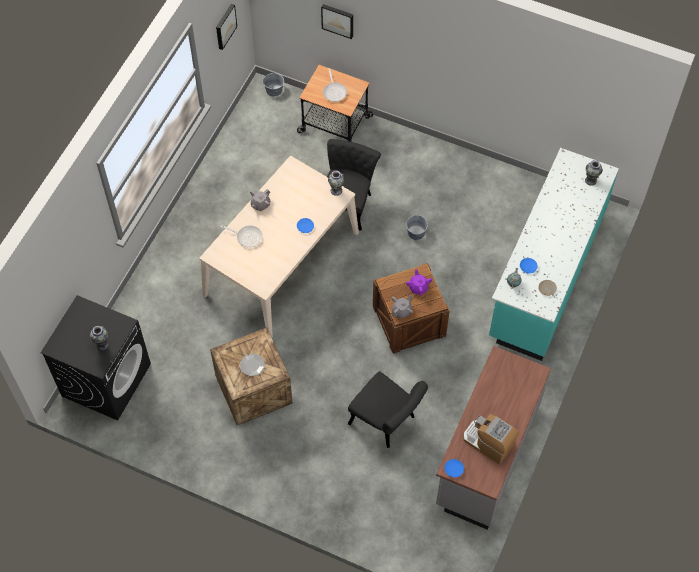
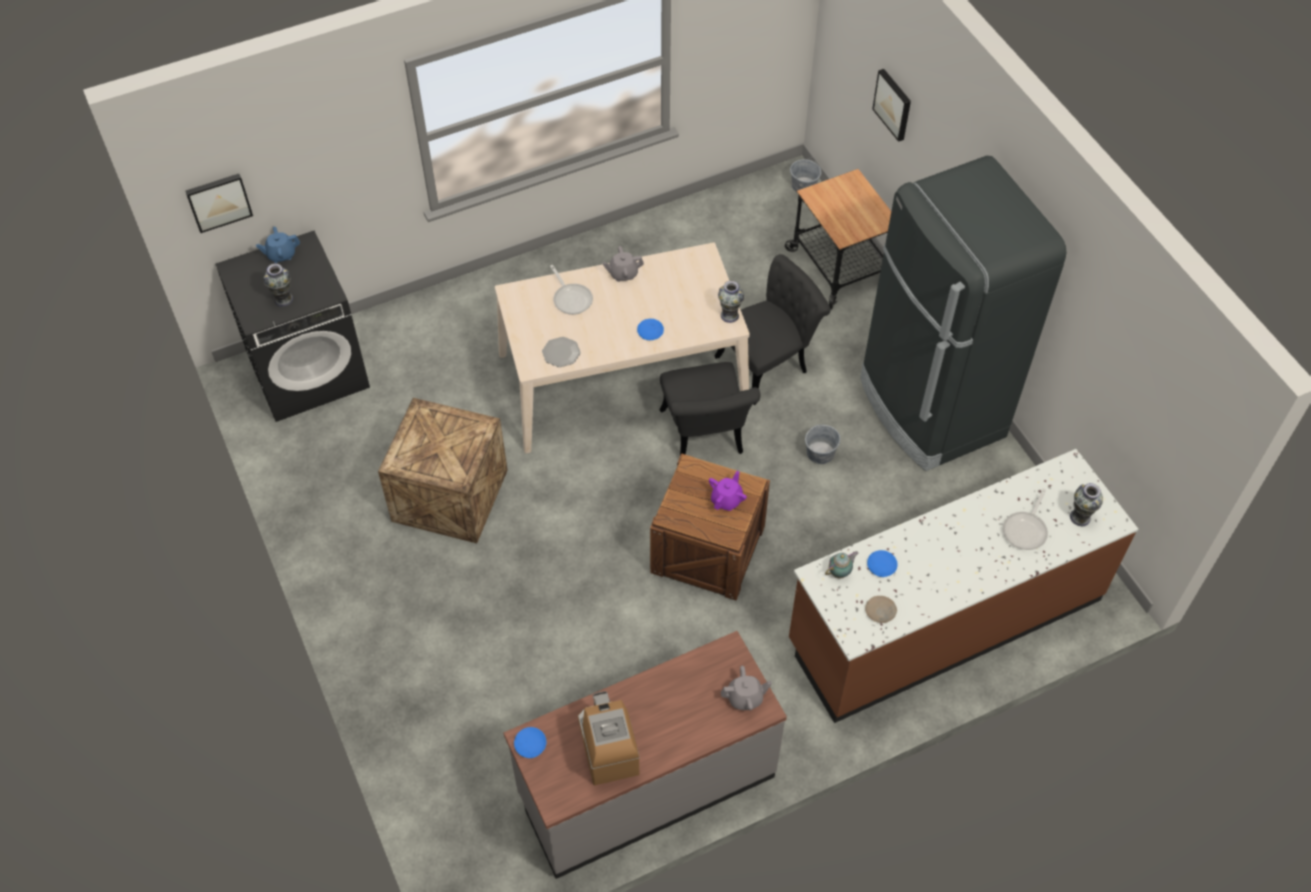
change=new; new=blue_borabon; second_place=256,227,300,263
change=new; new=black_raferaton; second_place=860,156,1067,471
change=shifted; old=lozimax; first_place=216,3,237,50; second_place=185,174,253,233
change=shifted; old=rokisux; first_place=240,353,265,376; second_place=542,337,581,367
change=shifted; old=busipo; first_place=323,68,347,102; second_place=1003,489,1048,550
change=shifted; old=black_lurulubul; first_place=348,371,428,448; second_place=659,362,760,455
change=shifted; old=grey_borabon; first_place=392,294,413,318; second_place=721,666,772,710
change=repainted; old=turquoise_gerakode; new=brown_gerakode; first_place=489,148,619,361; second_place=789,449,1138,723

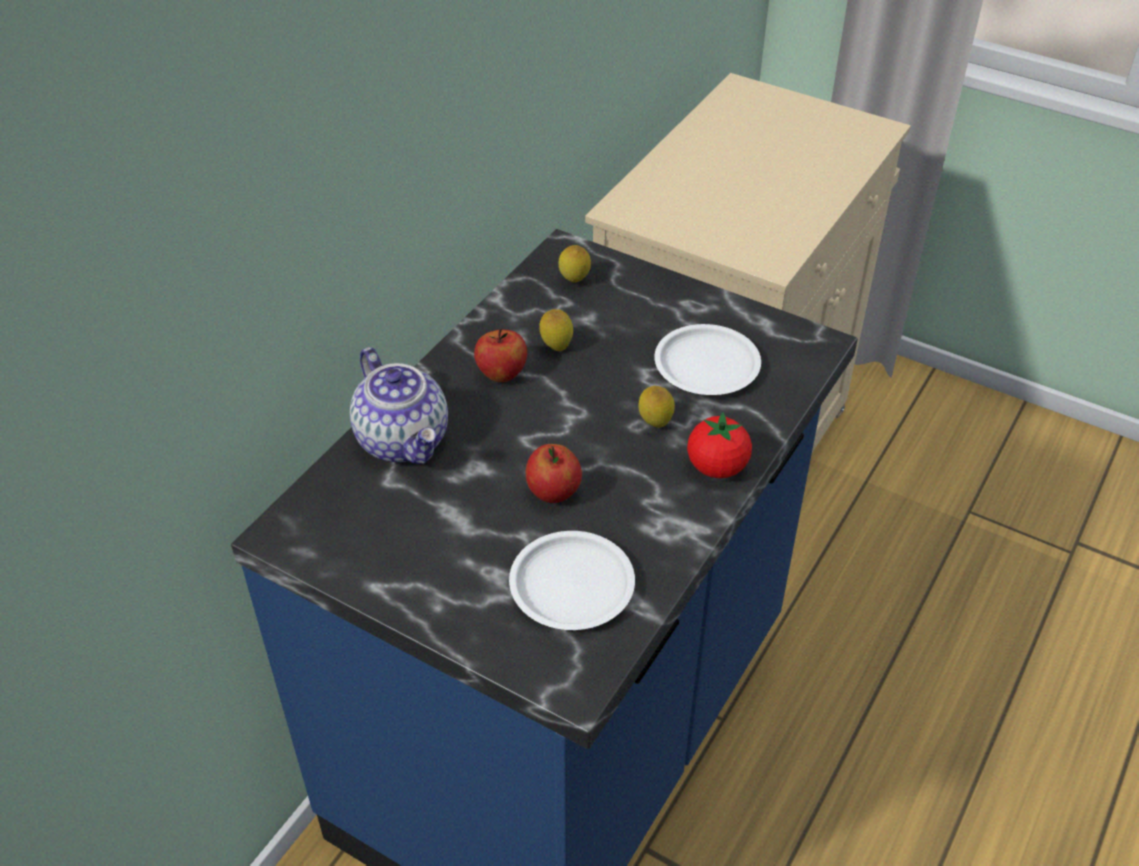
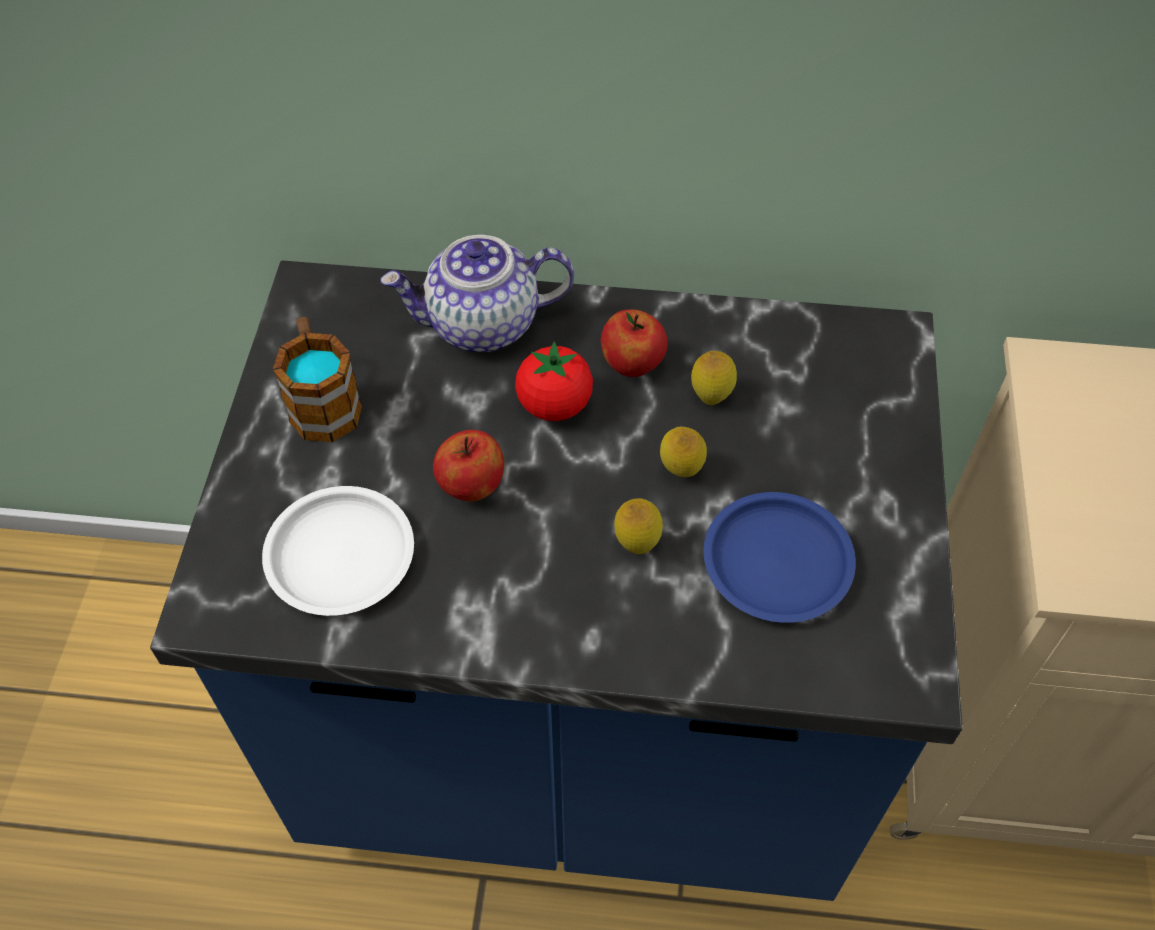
change=new; new=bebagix; second_place=273,317,362,442
change=shifted; old=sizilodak; first_place=559,245,591,283; second_place=660,427,707,477
change=shifted; old=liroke; first_place=687,412,752,478; second_place=515,341,593,421
change=repainted; old=white_rokisux; new=blue_rokisux; first_place=654,324,761,395; second_place=703,492,856,623
change=rotated; old=borabon; first_place=350,347,448,465; second_place=381,235,574,352; degrees=45

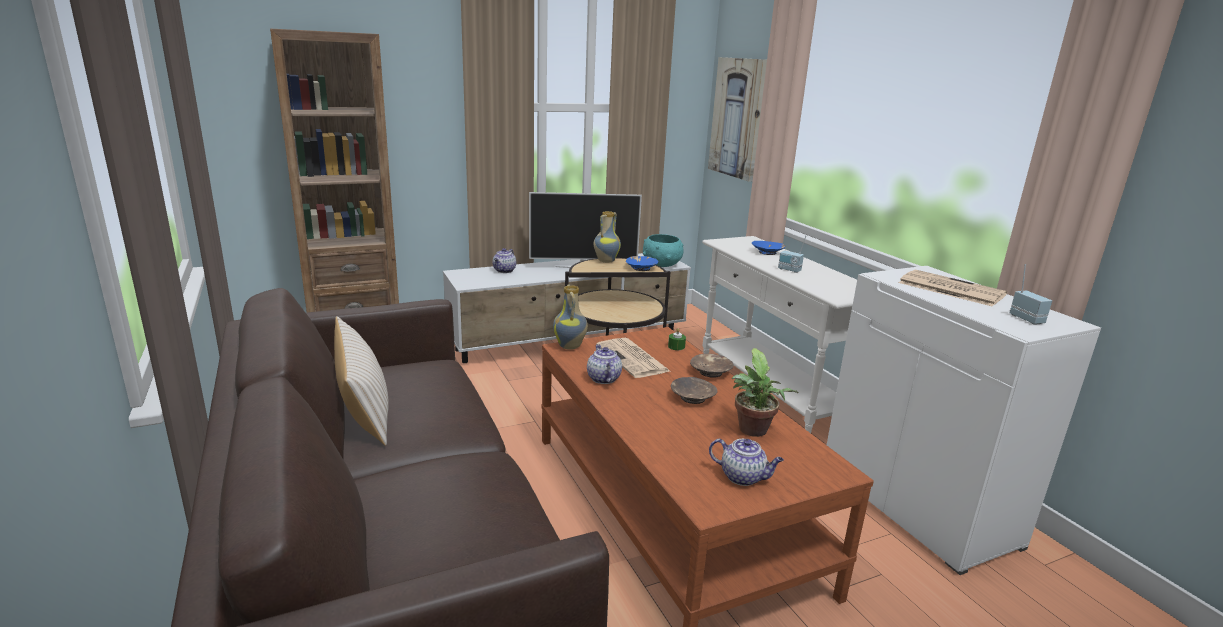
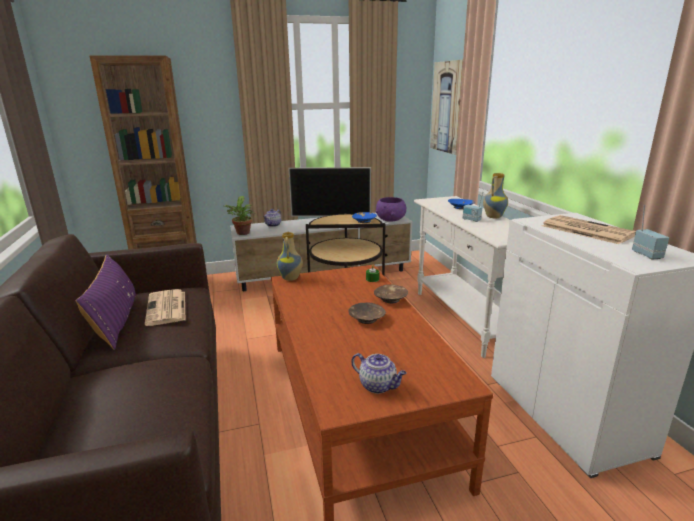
change=gone; old=borabon; first_place=587,345,622,384
change=shifted; old=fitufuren; first_place=594,211,621,263; second_place=483,173,508,219
change=shifted; old=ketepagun; first_place=596,338,670,378; second_place=145,289,185,326
change=shifted; old=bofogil; first_place=732,348,798,437; second_place=223,196,256,235
change=repainted; old=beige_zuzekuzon; new=purple_zuzekuzon; first_place=334,316,389,446; second_place=76,254,136,350
change=repainted; old=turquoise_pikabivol; new=purple_pikabivol; first_place=643,234,683,267; second_place=375,197,407,222

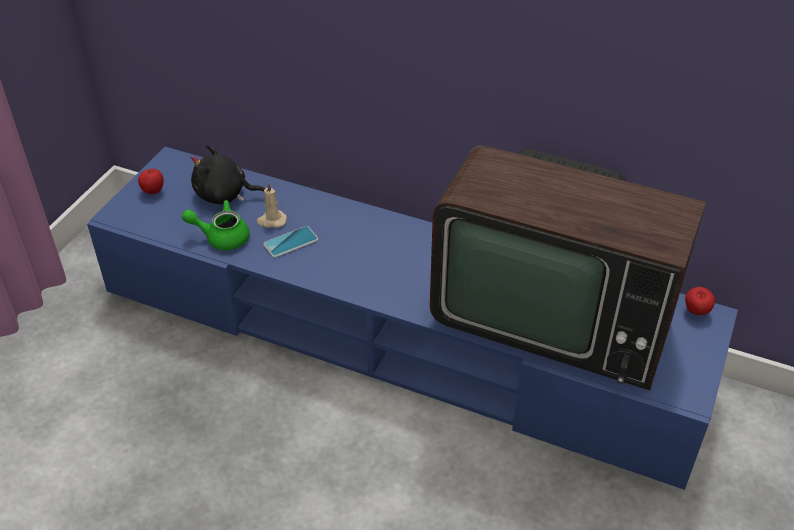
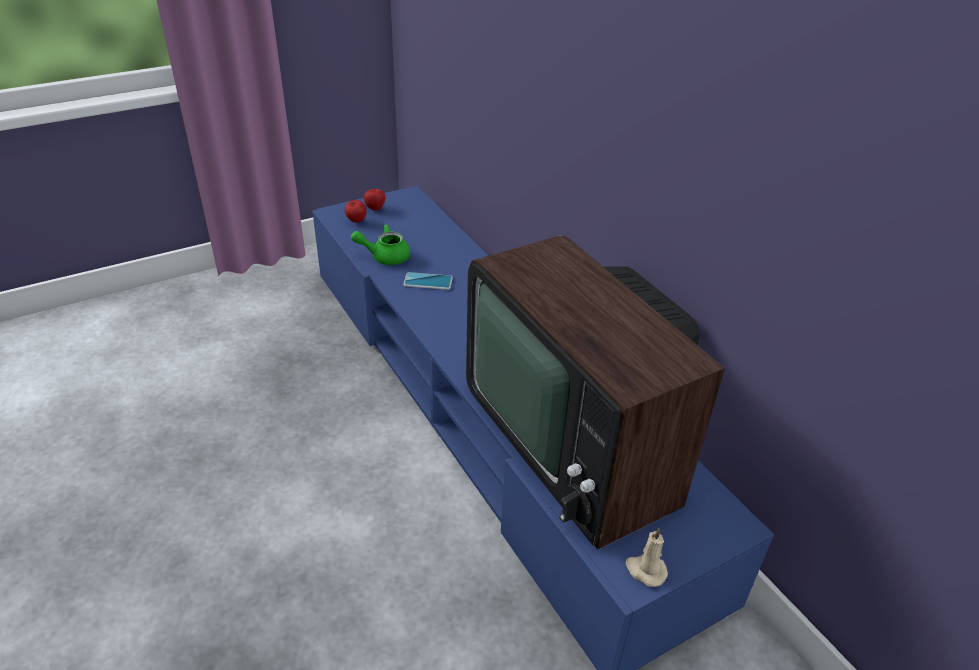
change=gone; old=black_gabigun; first_place=191,144,265,204
change=shifted; old=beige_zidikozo; first_place=256,182,287,228; second_place=626,528,668,587
change=shifted; old=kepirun; first_place=685,287,715,315; second_place=345,200,367,223
change=rotated; old=green_borabon; first_place=182,200,250,250; second_place=351,224,410,265; degrees=-45

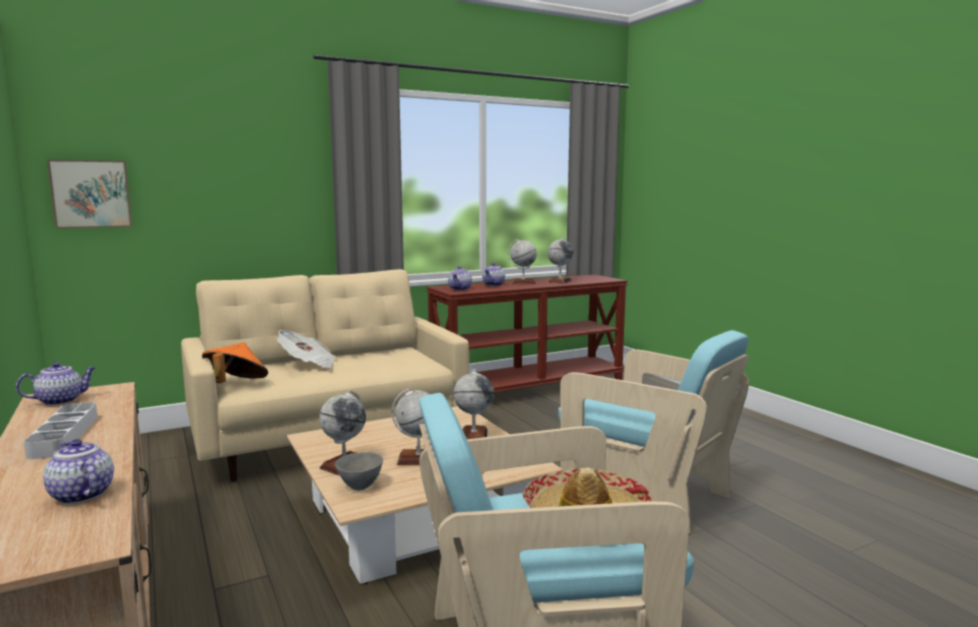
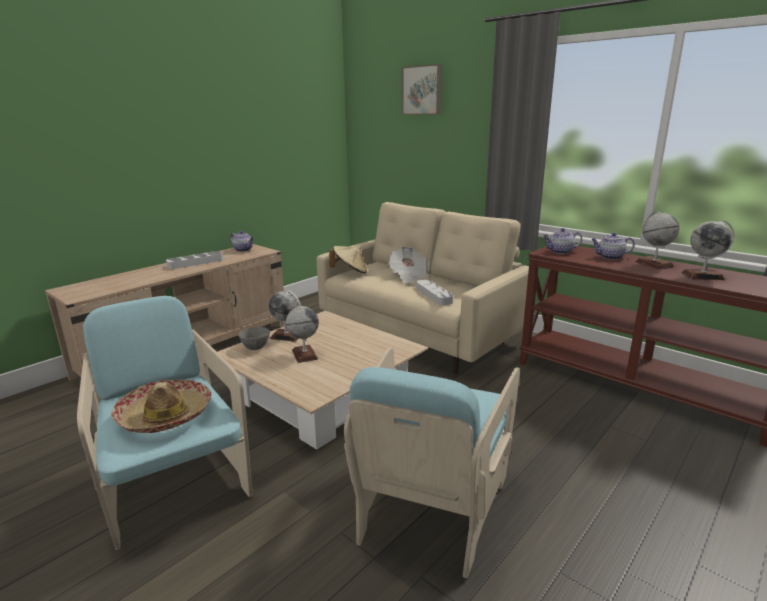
change=gone; old=borabon; first_place=43,439,114,504
change=gone; old=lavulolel; first_place=454,369,494,439
change=new; new=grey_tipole; second_place=416,280,453,305
change=shifted; old=lozimax; first_place=47,159,132,228; second_place=402,64,442,115
change=repainted; old=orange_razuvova; new=beige_razuvova; first_place=202,342,268,383; second_place=329,246,367,274

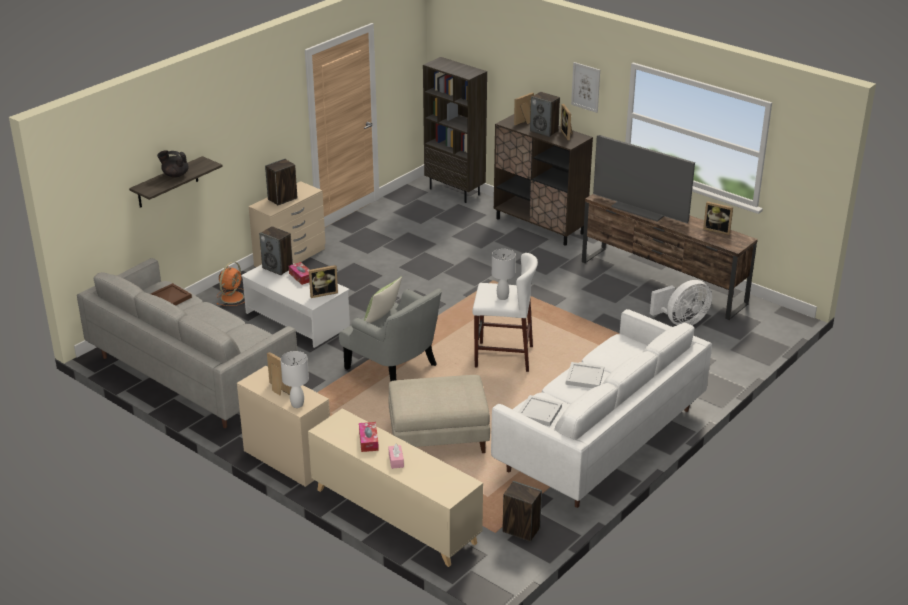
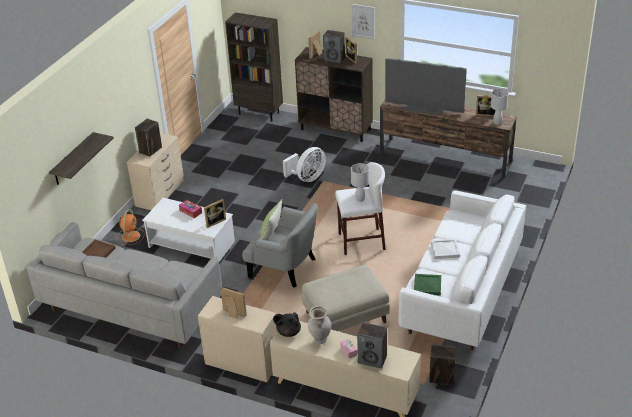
change=shifted; old=black_borabon; first_place=157,150,189,178; second_place=273,312,301,337
change=shifted; old=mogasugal; first_place=259,226,293,275; second_place=357,322,387,368
change=shifted; old=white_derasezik; first_place=280,351,309,408; second_place=491,89,509,125
change=shifted; old=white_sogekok; first_place=650,280,712,325; second_place=283,147,326,182
change=swapped; old=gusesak; new=beige_fitufuren; first_place=359,422,379,452; second_place=308,306,331,344
change=repainted; old=white_tipole; new=green_tipole; first_place=518,395,562,426; second_place=414,274,441,296

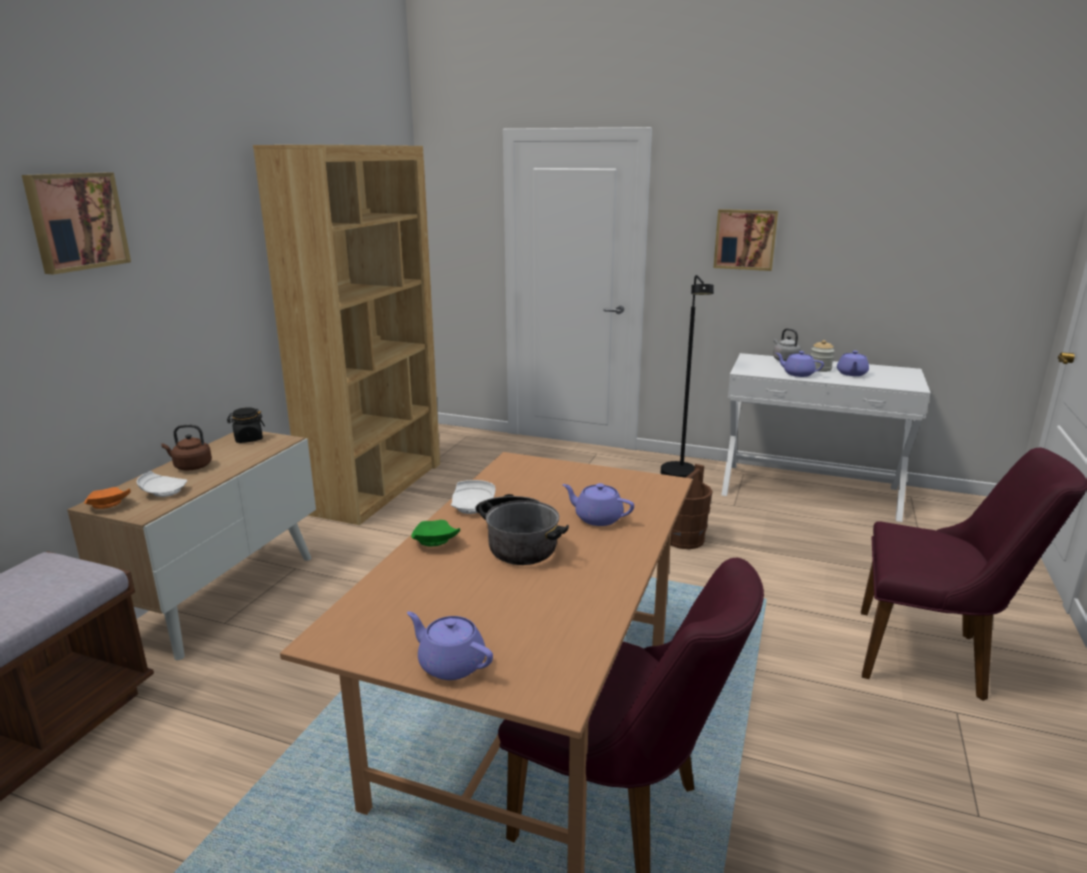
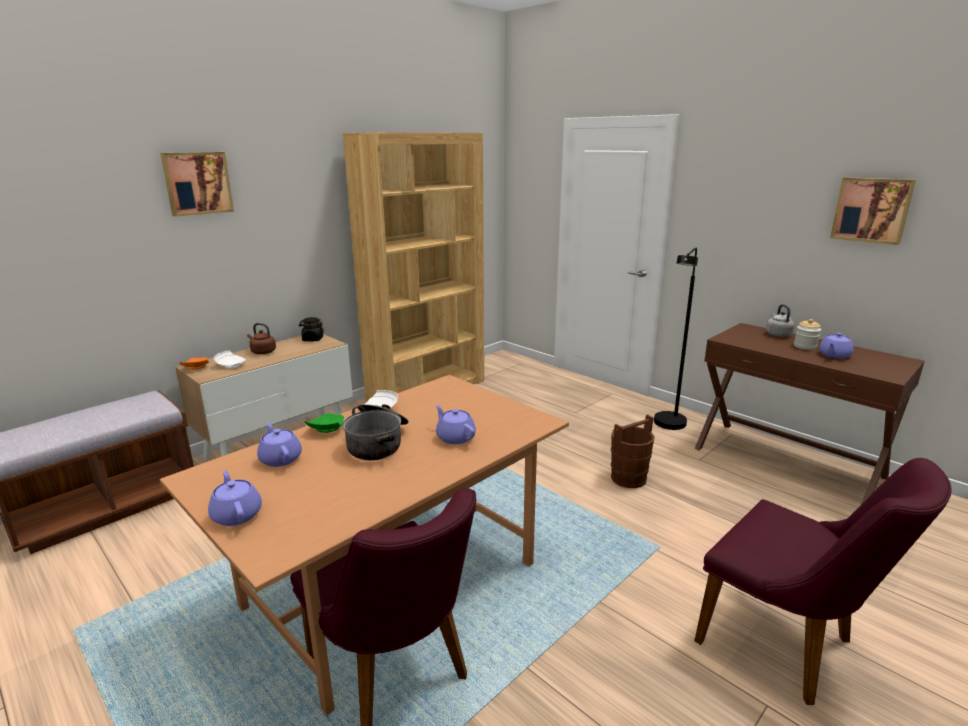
change=shifted; old=lozimax; first_place=714,209,778,271; second_place=830,177,916,245
change=shifted; old=purple_borabon; first_place=776,351,824,377; second_place=257,423,302,467
change=repainted; old=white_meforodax; new=brown_meforodax; first_place=721,353,931,522; second_place=695,323,925,505

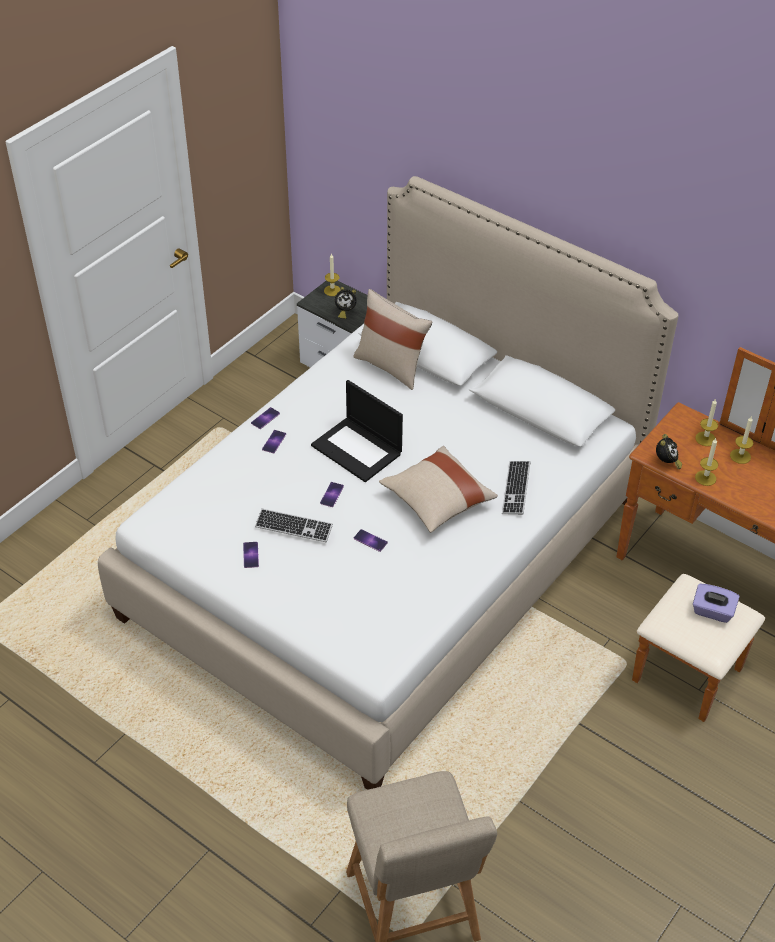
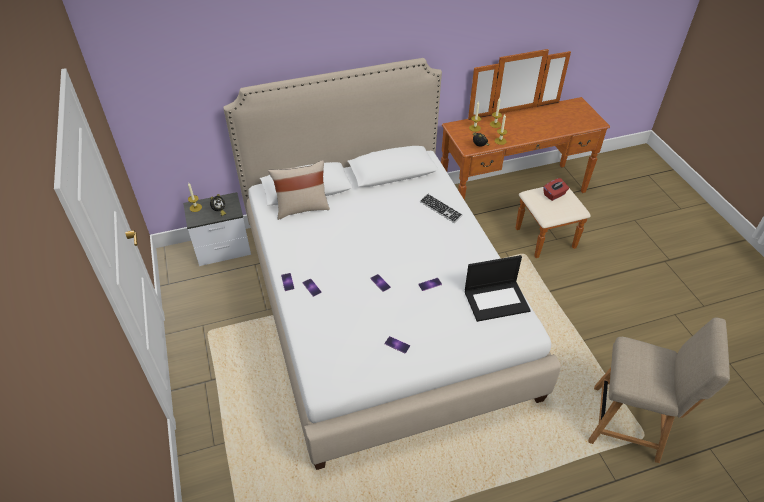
change=gone; old=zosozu; first_place=255,508,333,542
change=gone; old=beige_zuzekuzon; first_place=379,446,498,533
change=shifted; old=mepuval; first_place=311,380,403,482; second_place=465,255,531,322
change=repainted; old=purple_gusesak; new=red_gusesak; first_place=693,584,739,623; second_place=544,178,569,201

